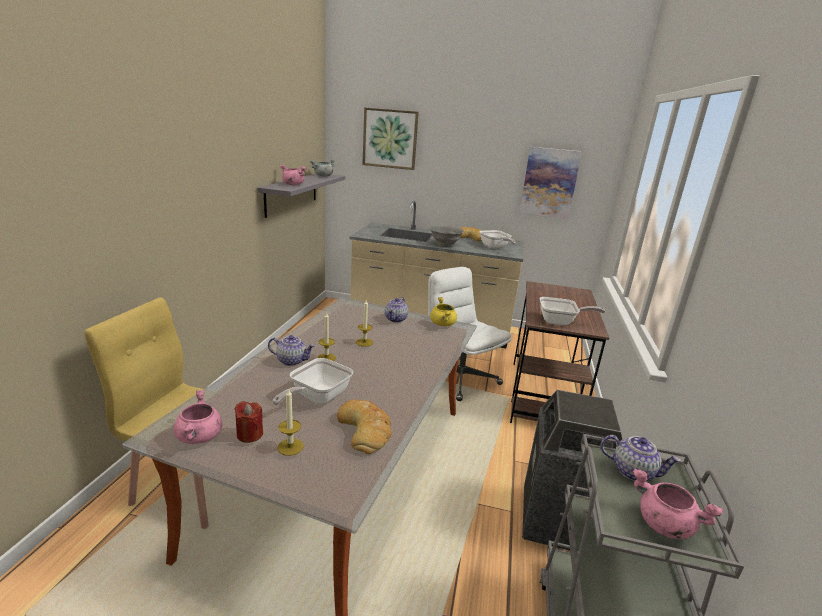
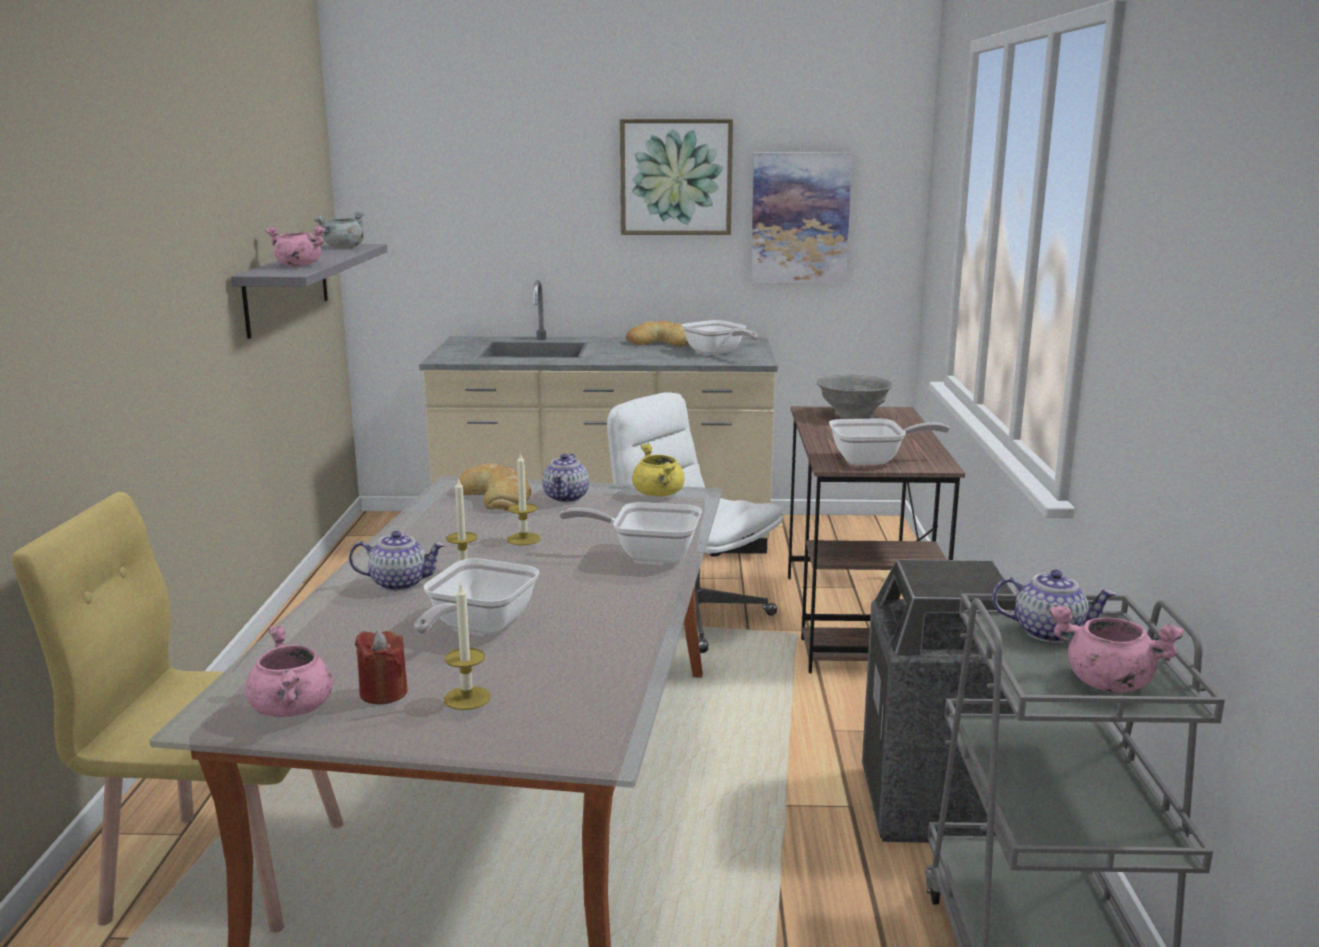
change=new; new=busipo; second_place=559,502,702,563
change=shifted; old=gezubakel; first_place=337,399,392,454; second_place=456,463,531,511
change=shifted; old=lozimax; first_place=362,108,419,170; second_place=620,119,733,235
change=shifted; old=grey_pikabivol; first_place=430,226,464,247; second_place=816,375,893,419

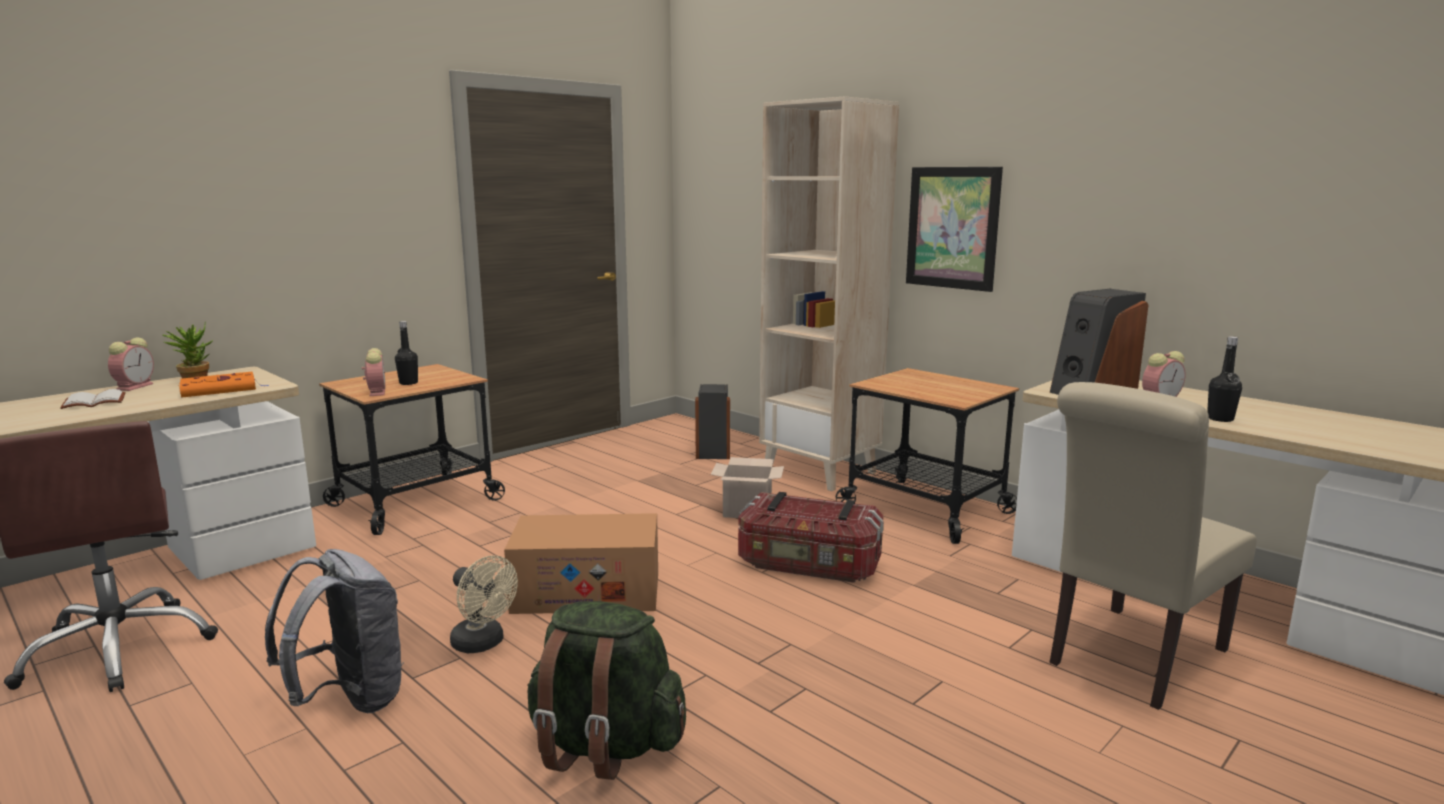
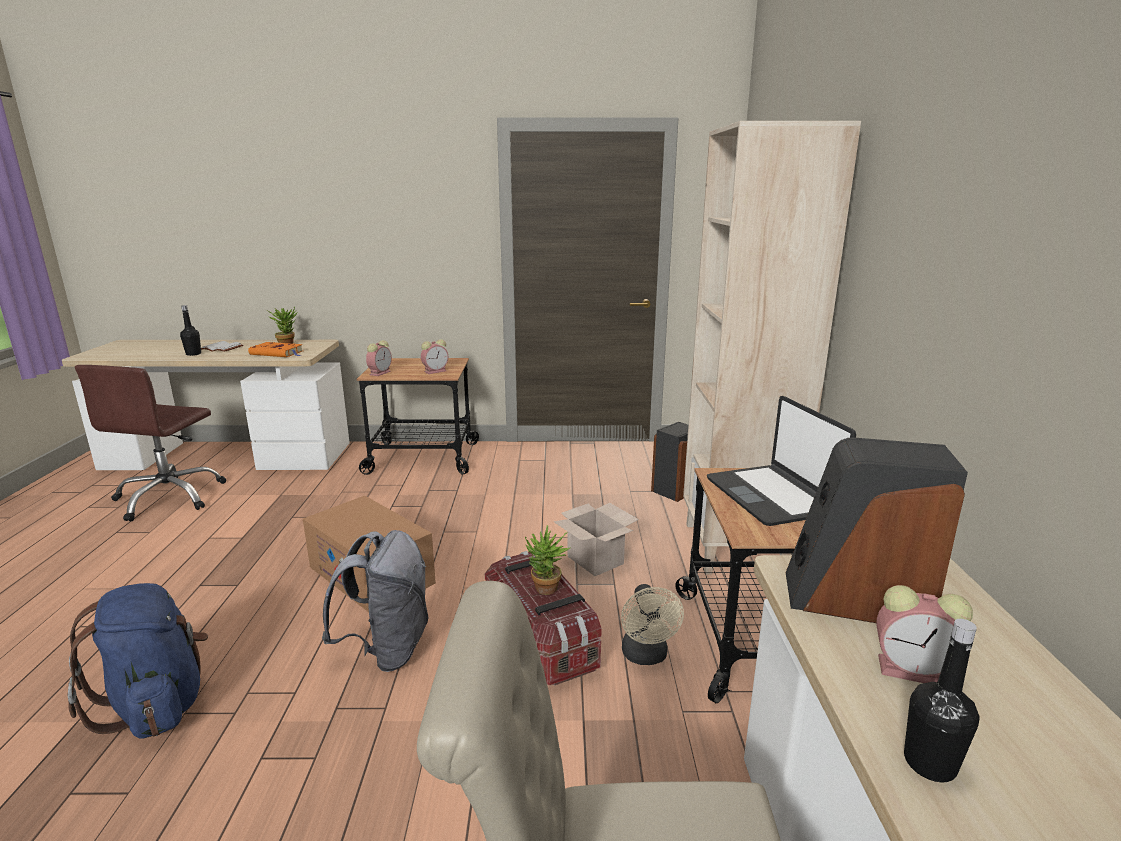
change=gone; old=lozimax; first_place=906,167,1003,292
change=new; new=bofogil; second_place=525,525,570,595
change=new; new=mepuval; second_place=707,396,856,526
change=shifted; old=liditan; first_place=108,337,154,391; second_place=421,339,448,374
change=shifted; old=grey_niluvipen; first_place=265,549,404,713; second_place=322,530,428,672
change=shifted; old=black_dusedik; first_place=395,321,418,385; second_place=180,305,201,356
change=shifted; old=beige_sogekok; first_place=450,555,518,653; second_place=621,584,684,665
change=repainted; old=green_niluvipen; new=blue_niluvipen; first_place=528,601,686,780; second_place=68,583,208,739

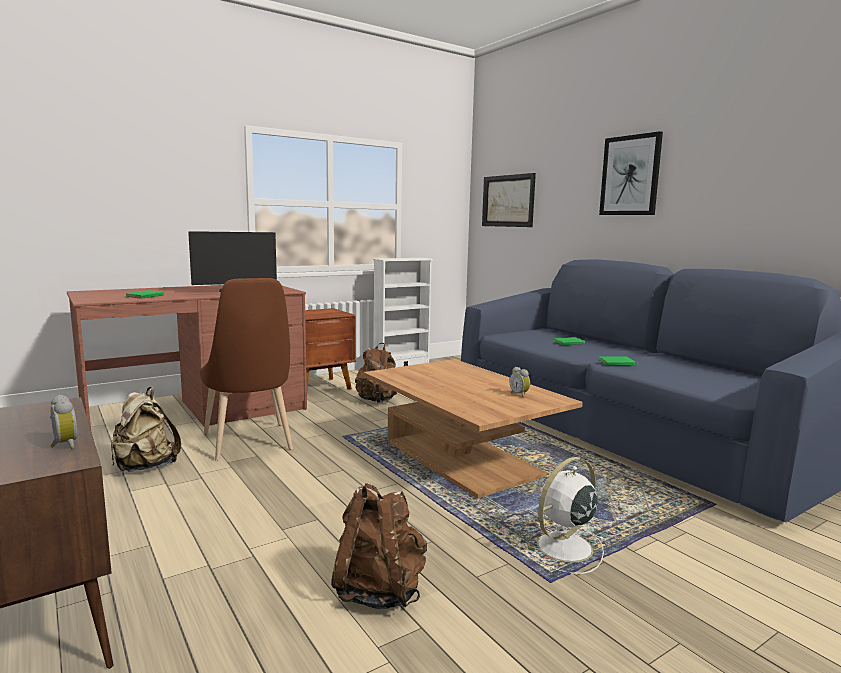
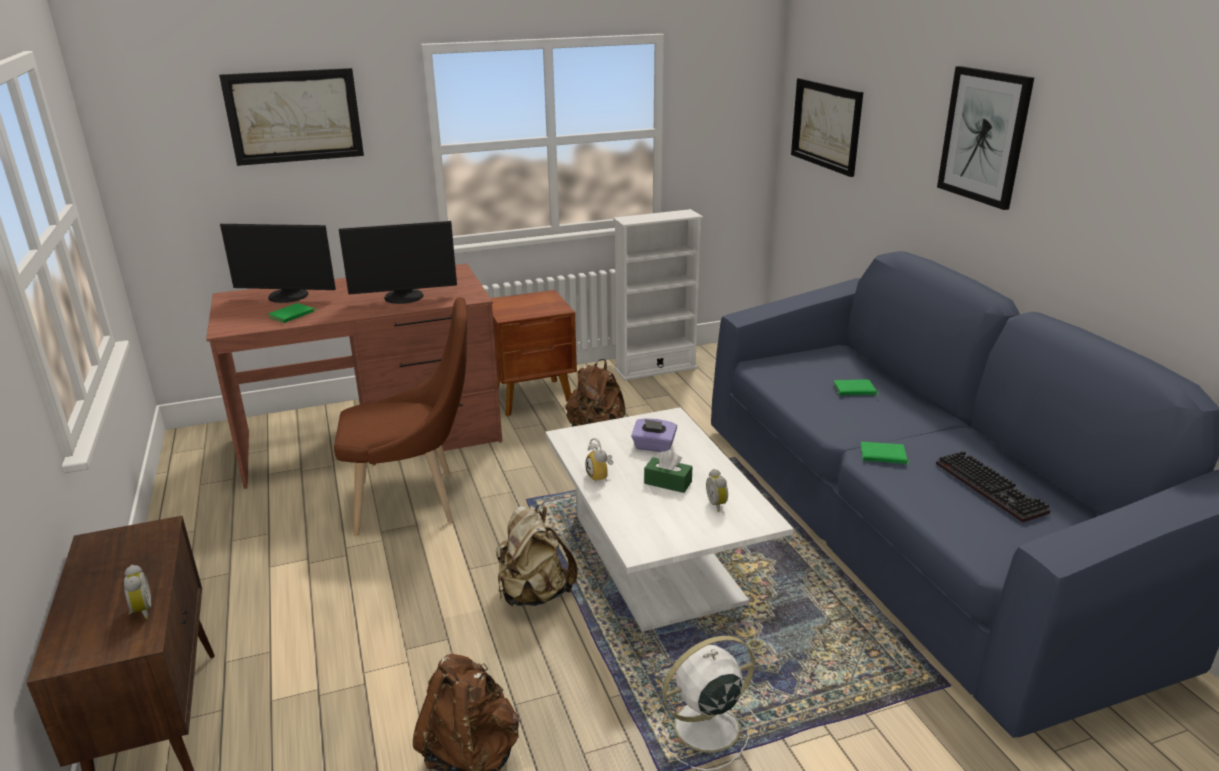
change=new; new=lozimax; second_place=219,68,364,166
change=new; new=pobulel; second_place=220,224,336,303
change=new; new=liditan; second_place=585,438,614,483
change=new; new=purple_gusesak; second_place=631,419,677,452
change=new; new=green_gusesak; second_place=644,450,693,493
change=new; new=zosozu; second_place=936,451,1051,522
change=shifted; old=beige_niluvipen; first_place=111,387,181,472; second_place=496,505,577,607
change=repainted; old=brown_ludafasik; new=white_ludafasik; first_place=364,359,583,498; second_place=545,407,794,632
change=rotated; old=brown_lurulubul; first_place=200,278,293,461; second_place=334,297,467,536; degrees=-90

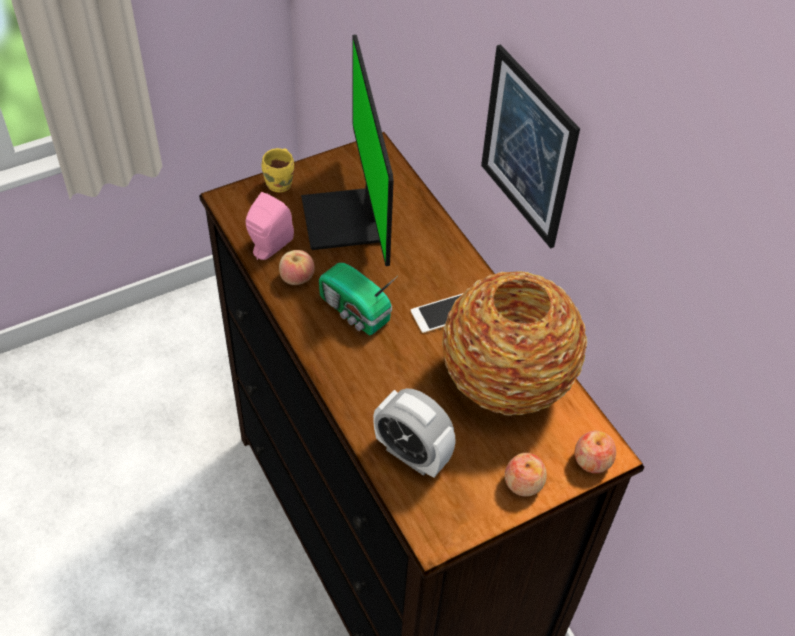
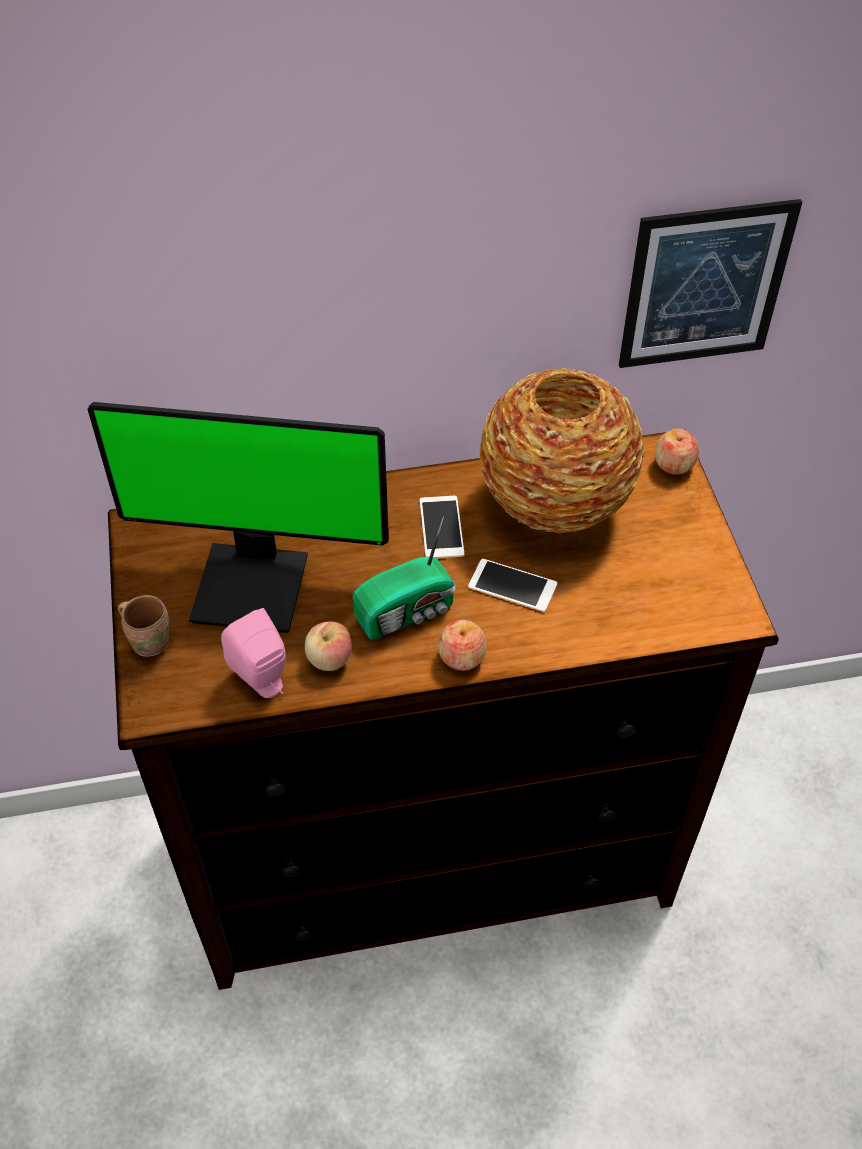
change=gone; old=liditan; first_place=373,388,456,478
change=new; new=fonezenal; second_place=468,559,557,612
change=shifted; old=lozimax; first_place=481,44,580,248; second_place=619,199,802,368
change=shifted; old=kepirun; first_place=505,453,547,496; second_place=438,620,487,671
change=repainted; old=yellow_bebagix; new=brown_bebagix; first_place=262,148,294,192; second_place=118,595,169,657

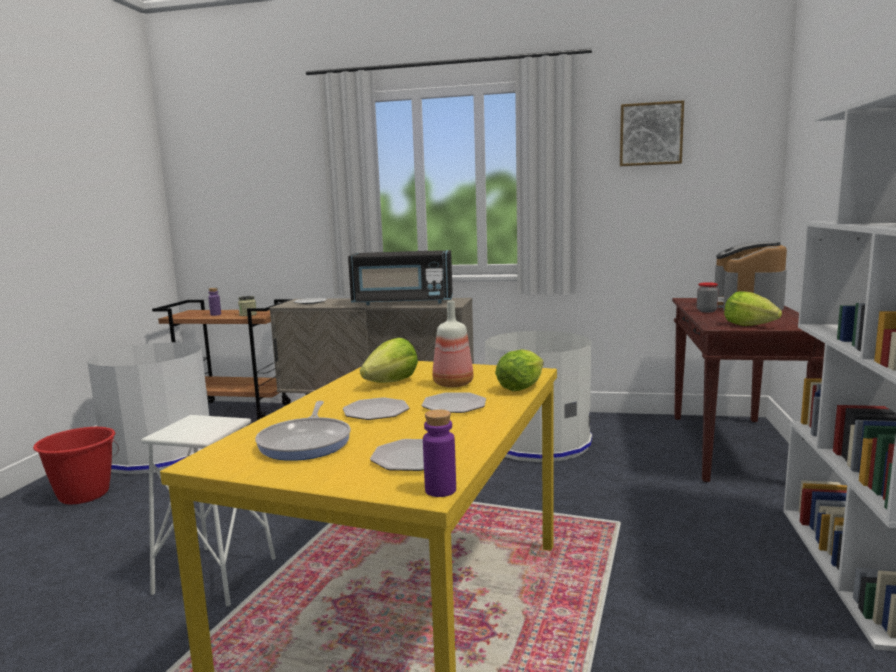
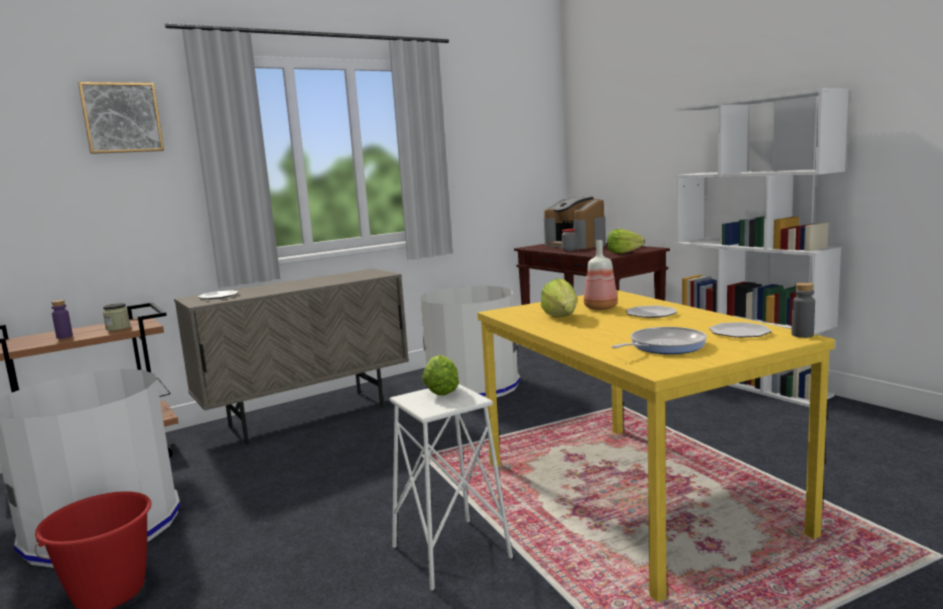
change=gone; old=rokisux; first_place=343,397,410,420
change=gone; old=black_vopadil; first_place=348,250,453,305
change=shifted; old=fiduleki; first_place=495,349,544,391; second_place=422,355,459,396
change=shifted; old=lozimax; first_place=620,100,684,166; second_place=78,82,164,154
change=repainted; old=purple_dusedik; new=grey_dusedik; first_place=423,409,456,497; second_place=791,283,815,338
change=rotated; old=busipo; first_place=255,401,351,461; second_place=611,327,707,354; degrees=-75

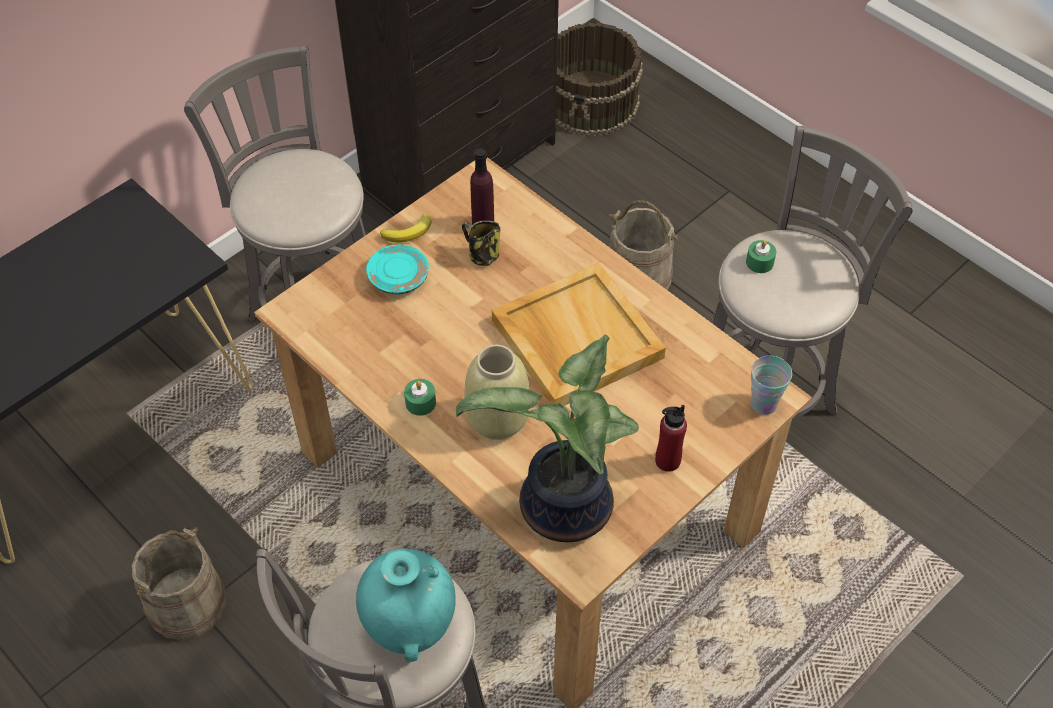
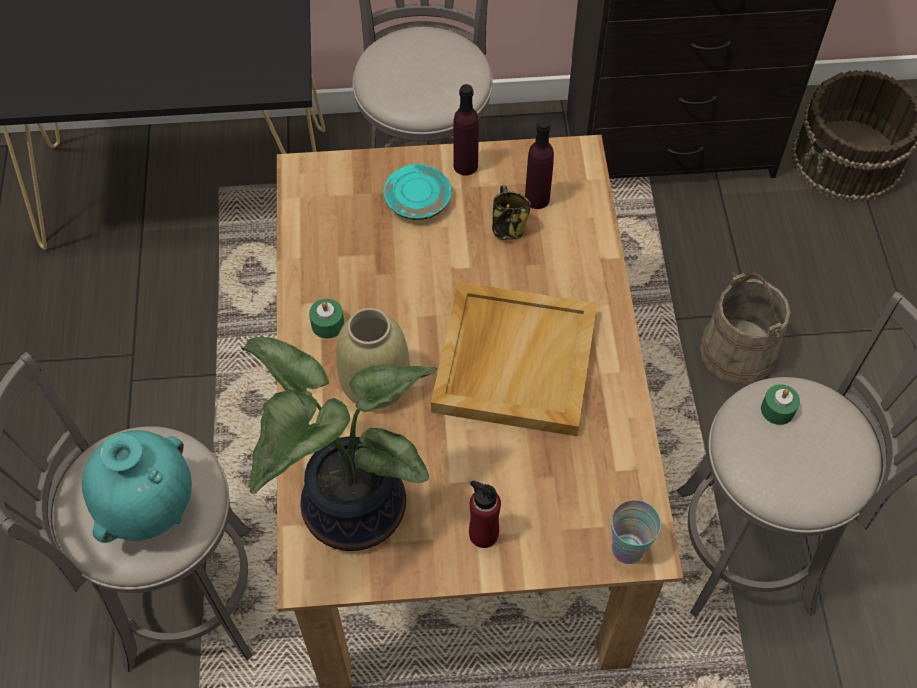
change=gone; old=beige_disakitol; first_place=132,527,227,640
change=swapped; old=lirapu; new=purple_dusedik; first_place=380,214,431,242; second_place=453,84,479,176

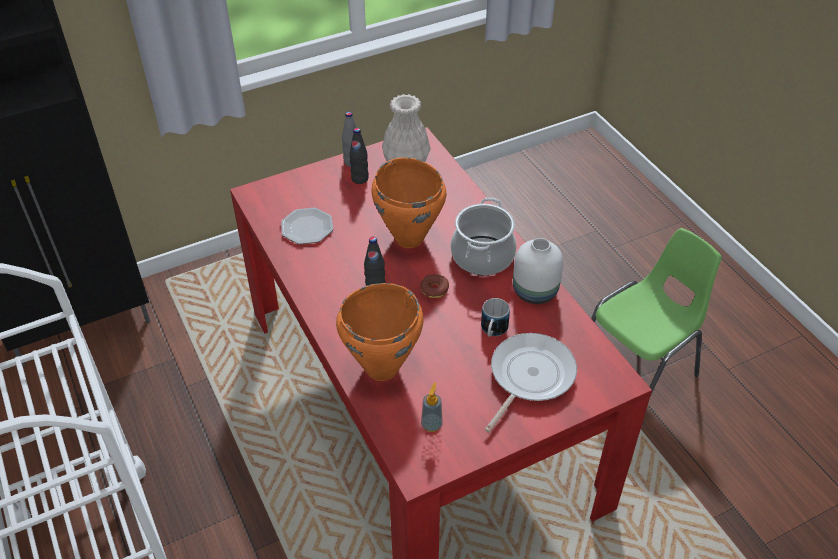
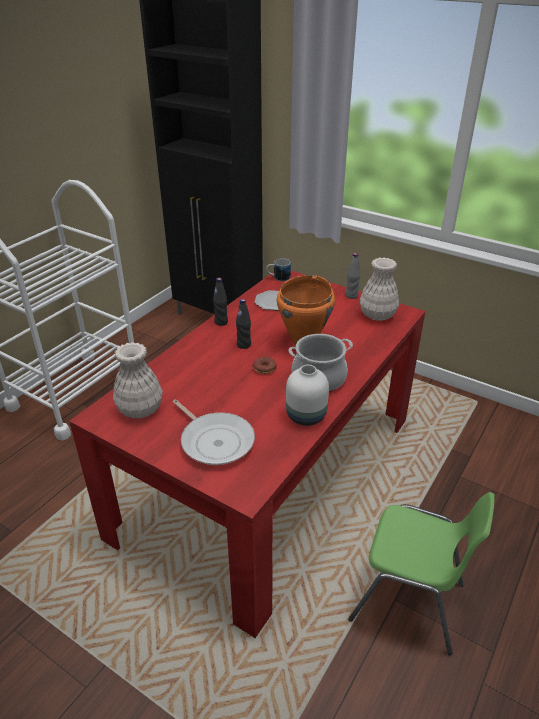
change=gone; old=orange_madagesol; first_place=336,283,424,381
change=shifted; old=black_dusedik; first_place=349,128,369,184; second_place=213,278,228,326
change=shifted; old=bebagix; first_place=481,298,510,337; second_place=266,258,291,281
change=swapped; old=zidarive; new=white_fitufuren; first_place=421,382,443,432; second_place=113,342,163,418
change=rotated; old=busipo; first_place=485,333,577,432; second_place=173,400,255,465; degrees=45

